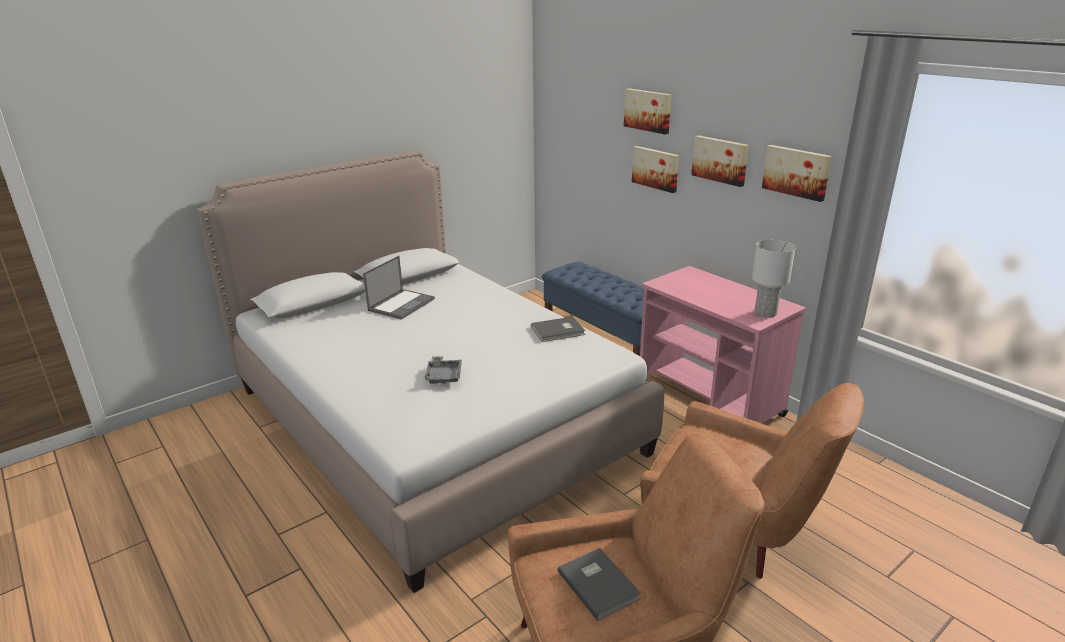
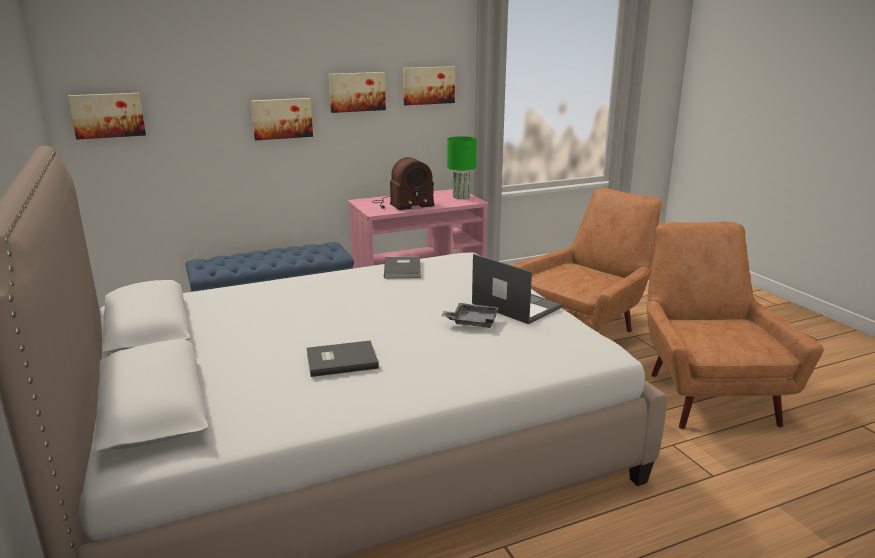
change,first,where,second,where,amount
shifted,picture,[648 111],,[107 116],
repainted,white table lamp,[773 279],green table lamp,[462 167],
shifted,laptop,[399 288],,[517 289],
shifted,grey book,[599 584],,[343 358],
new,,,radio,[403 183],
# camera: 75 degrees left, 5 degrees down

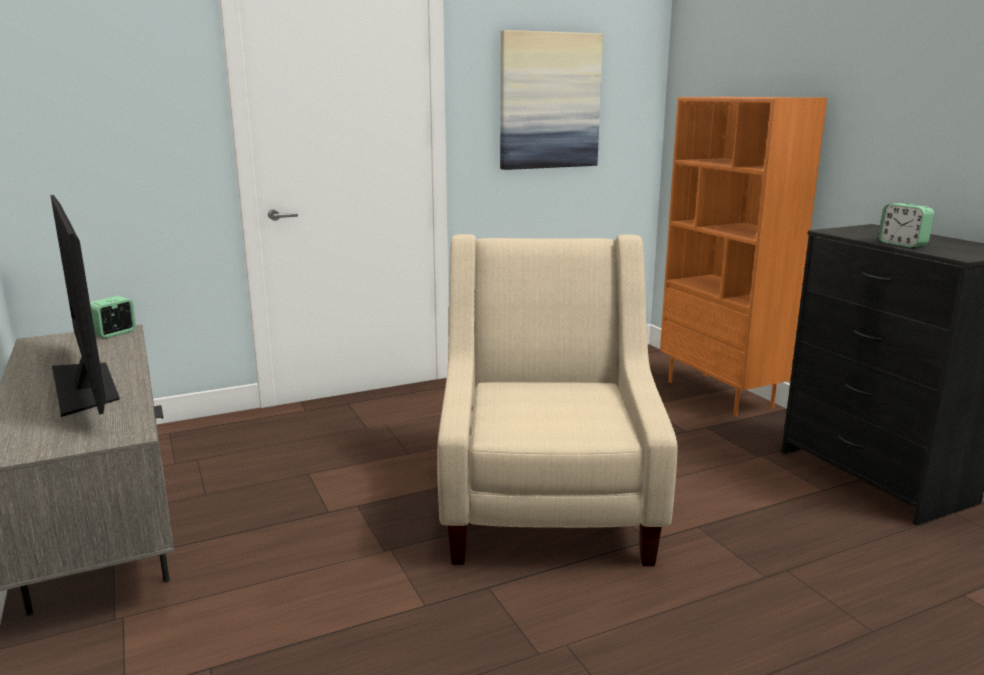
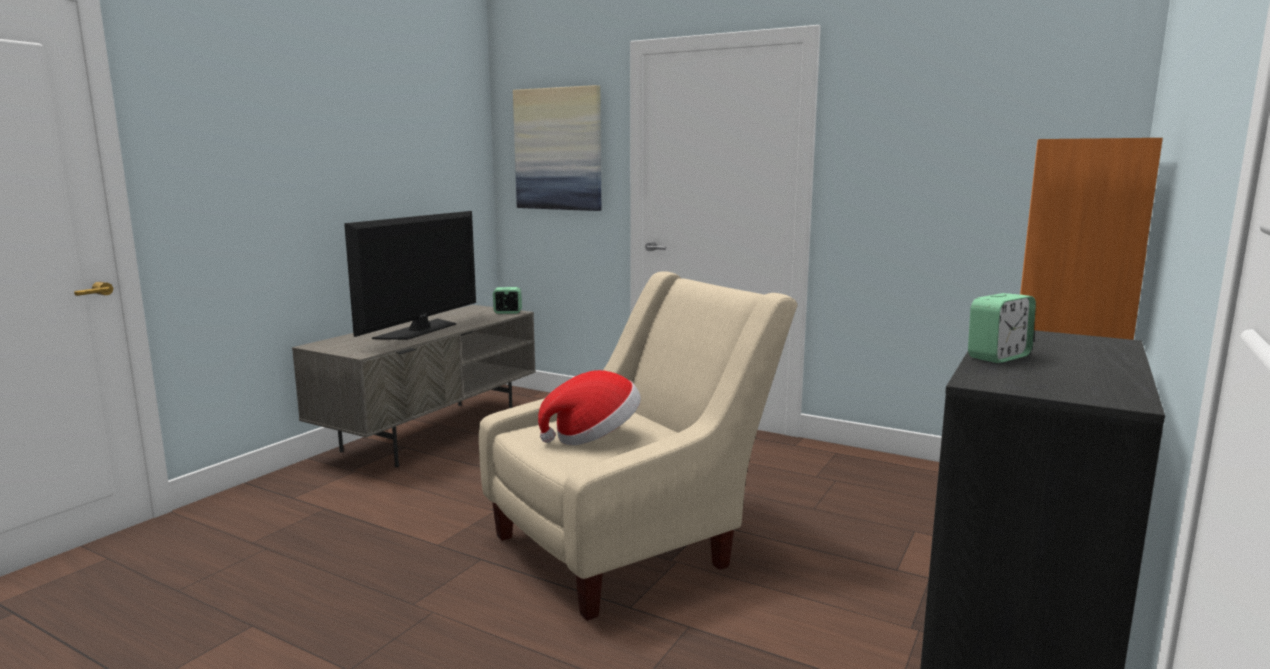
change,first,where,second,where,amount
shifted,picture,[551 100],,[557 148],
rotated,alarm clock,[906 225],,[1002 328],150 degrees counterclockwise
new,,,hat,[589 407],
# camera: 55 degrees right, 5 degrees down

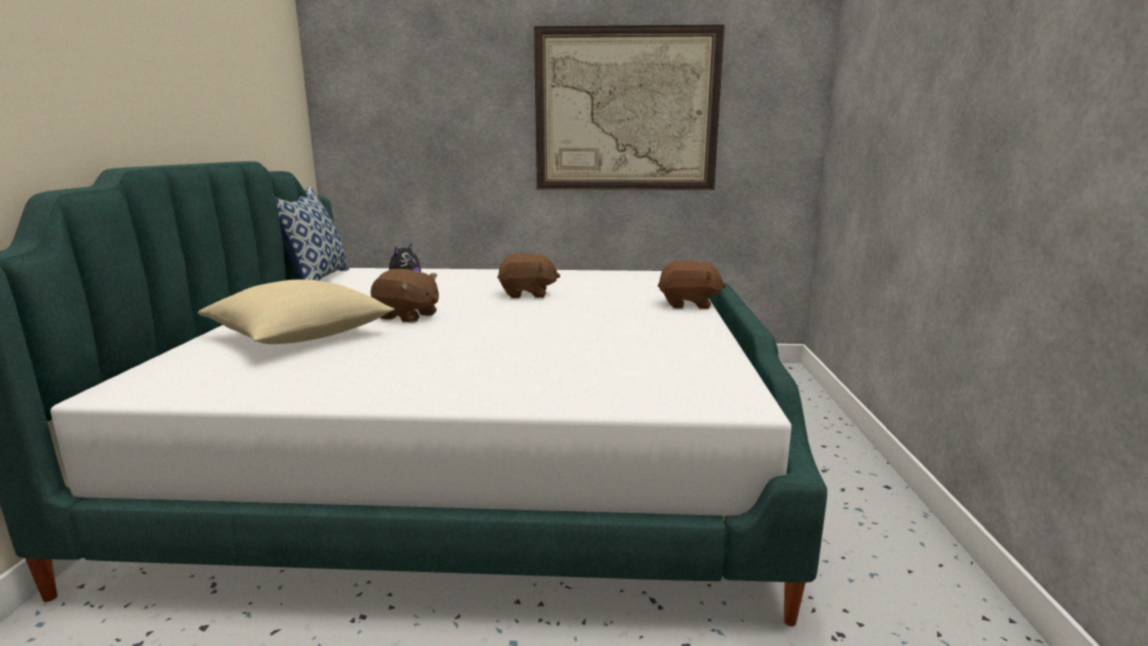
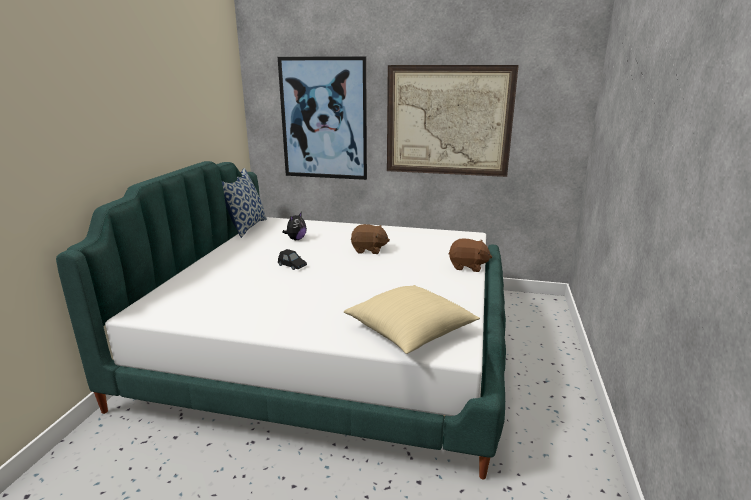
change,first,where,second,where,amount
swapped,brown plush toy,[405 296],black toy car,[292 259],
shifted,beige pillow,[296 311],,[412 319],
new,,,picture,[322 118],
# camera: 10 degrees right, 5 degrees up

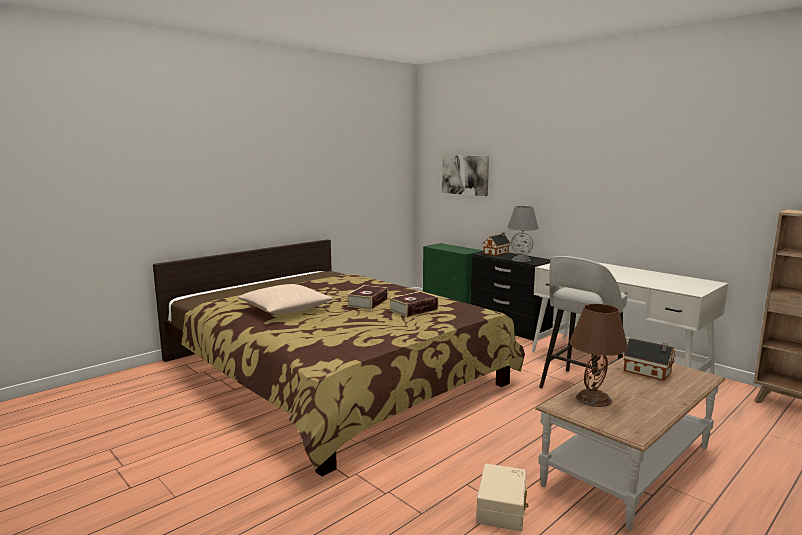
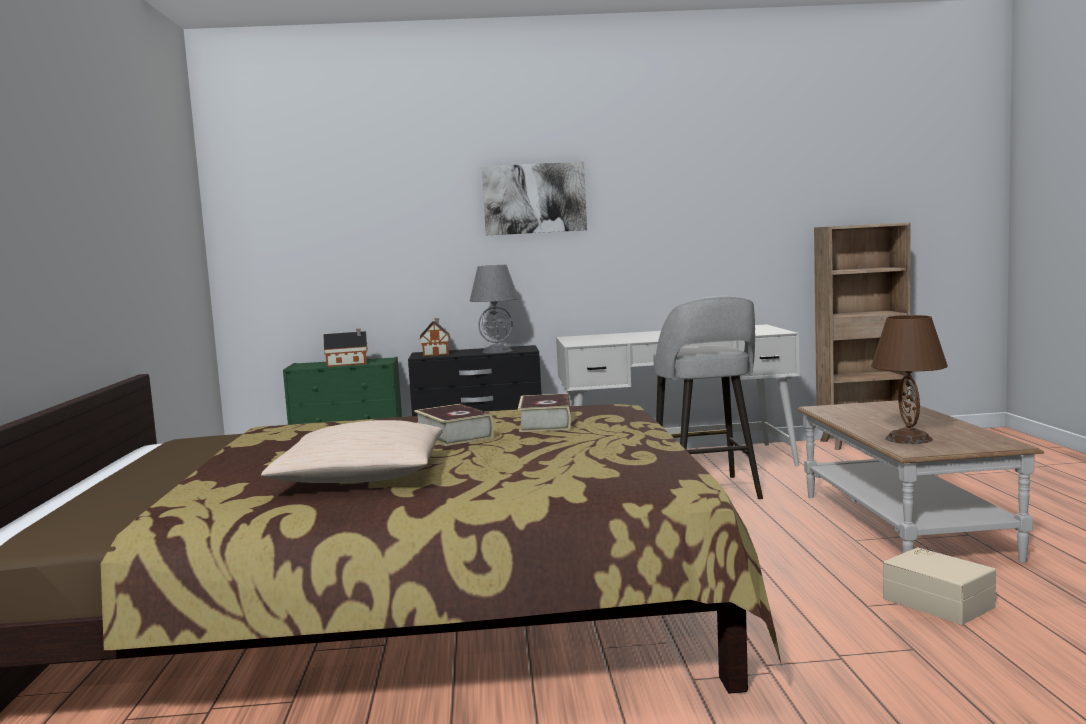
change,first,where,second,where,amount
shifted,picture,[465 175],,[534 198],
shifted,toy house,[650 359],,[345 348],
# camera: 50 degrees left, 5 degrees down

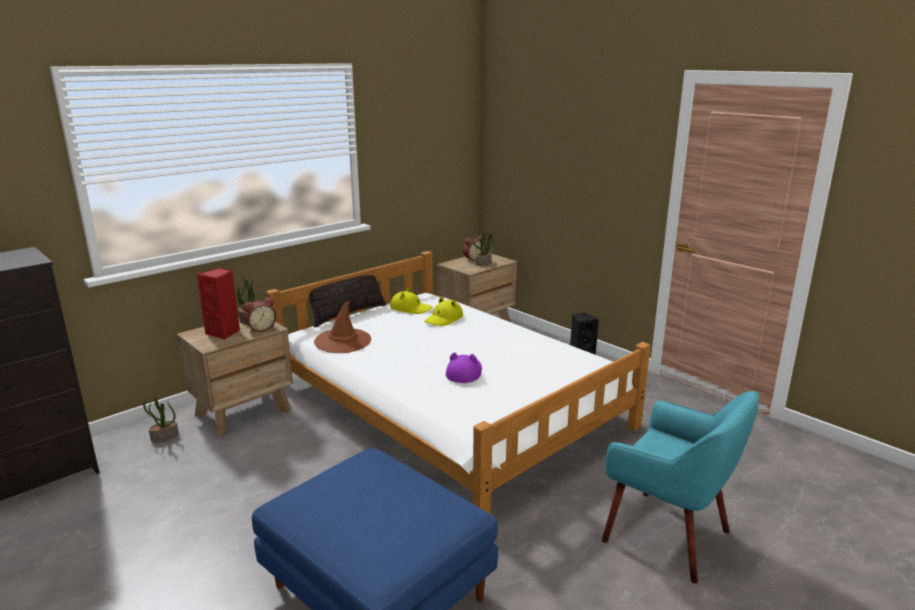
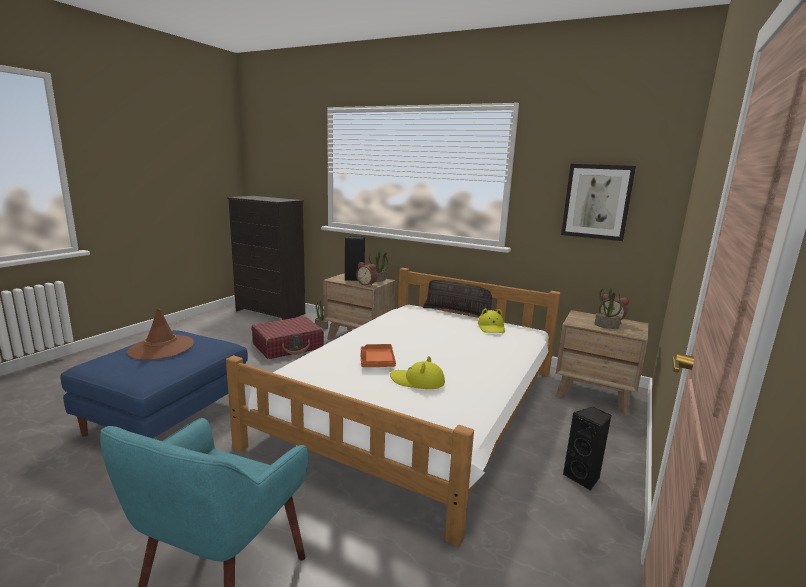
change,first,where,second,where,amount
repainted,red speaker,[218 304],black speaker,[355 258],
shifted,yellow hat,[443 311],,[417 372],
shifted,brown hat,[342 327],,[160 334],
swapped,purple hat,[464 367],orange tray,[378 355],
new,,,picture,[598 202],
new,,,red suitcase,[288 337],
# camera: 70 degrees right, 5 degrees down

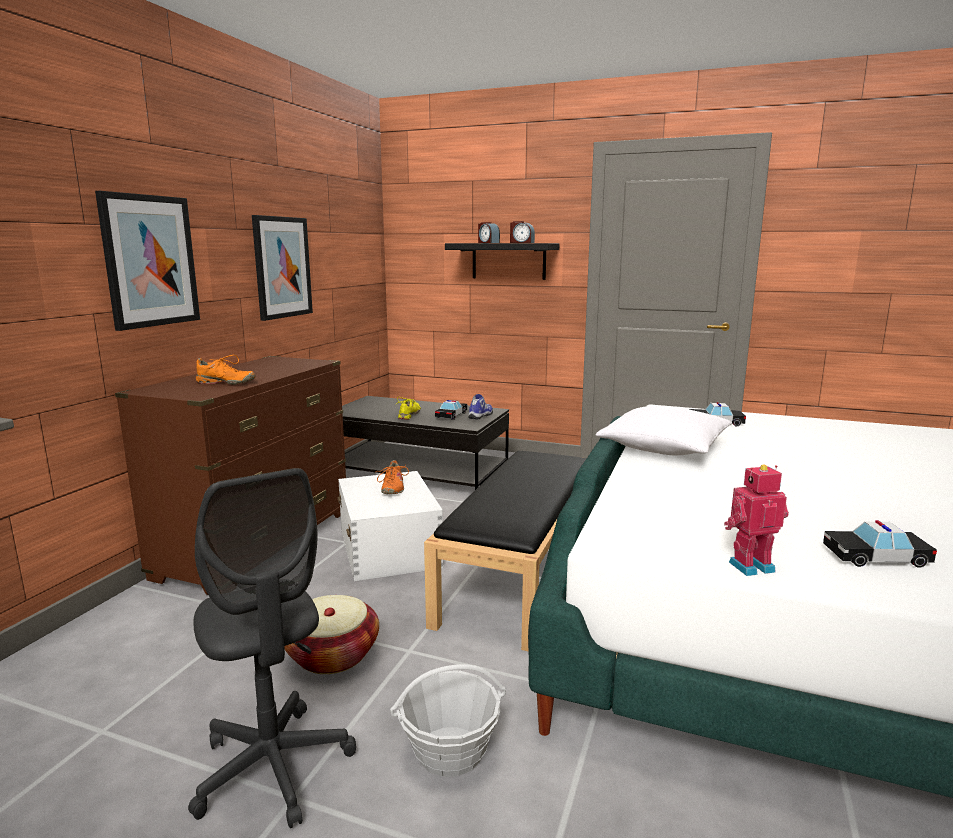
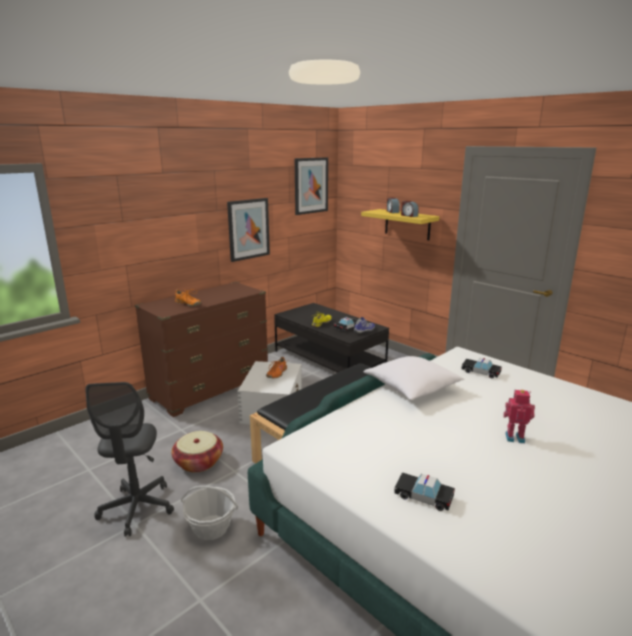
change,first,where,second,where,amount
shifted,picture,[147 261],,[311 186],
repainted,black shelf,[502 261],yellow shelf,[400 224],
shifted,toy robot,[756 520],,[519 416],
# camera: 25 degrees right, 5 degrees up

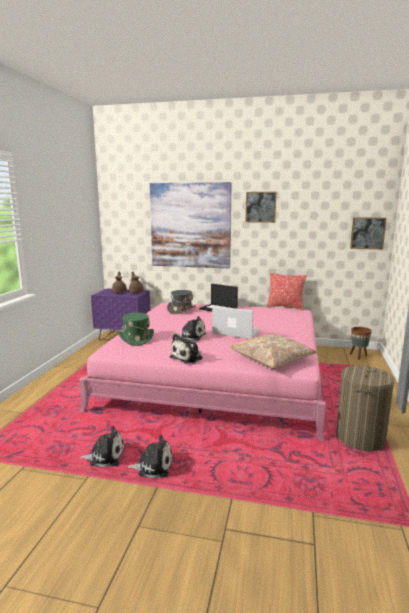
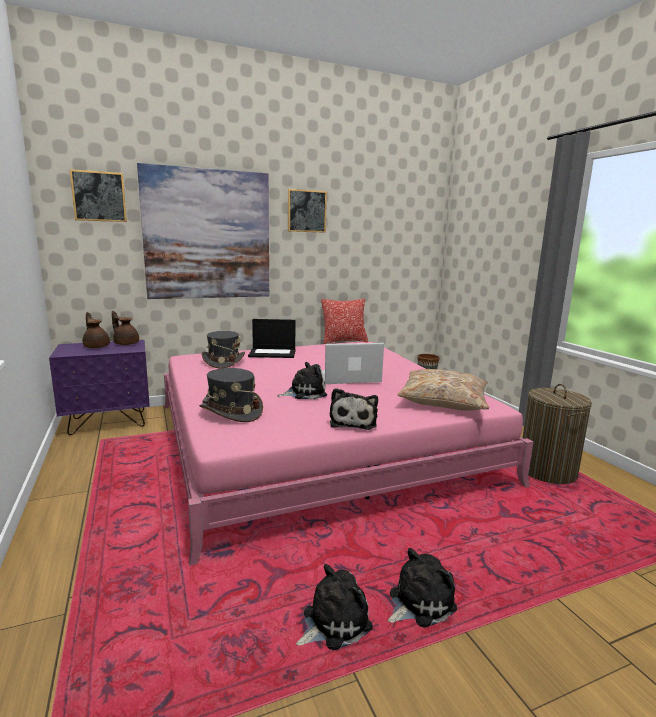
change,first,where,second,where,amount
shifted,picture,[368 233],,[98 195],
repainted,green hat,[136 329],grey hat,[231 395],
# camera: 35 degrees left, 0 degrees up

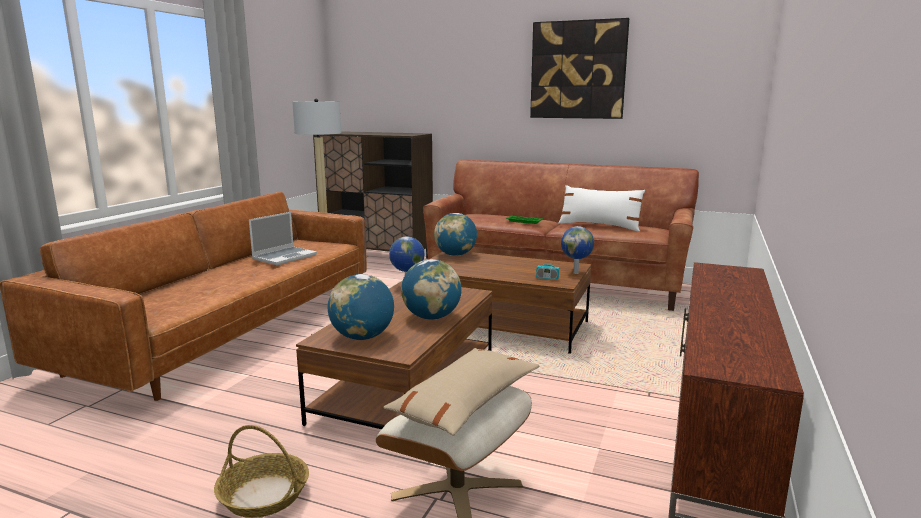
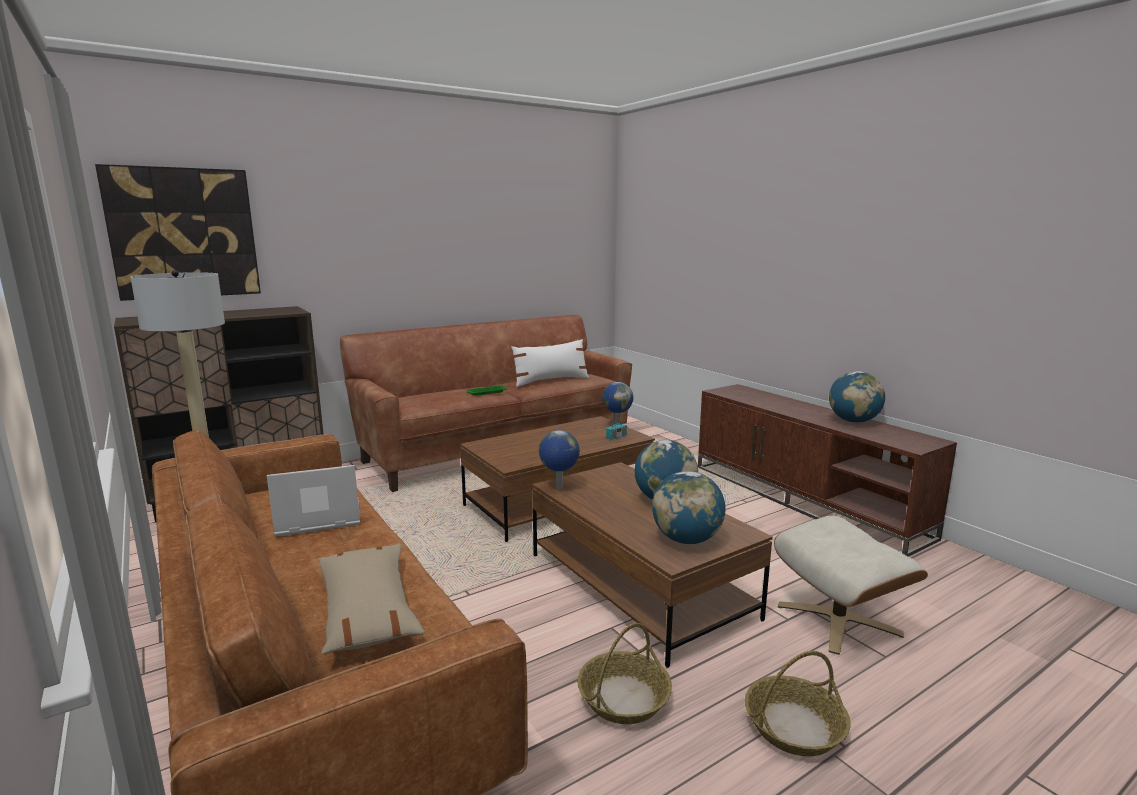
change,first,where,second,where,amount
shifted,picture,[579 68],,[178 232],
rotated,laptop,[283 238],,[313 500],90 degrees counterclockwise
shifted,globe,[455 234],,[857 397],
shifted,beige pillow,[461 392],,[371 599],
new,,,basket,[624 673],
# camera: 55 degrees left, 0 degrees up

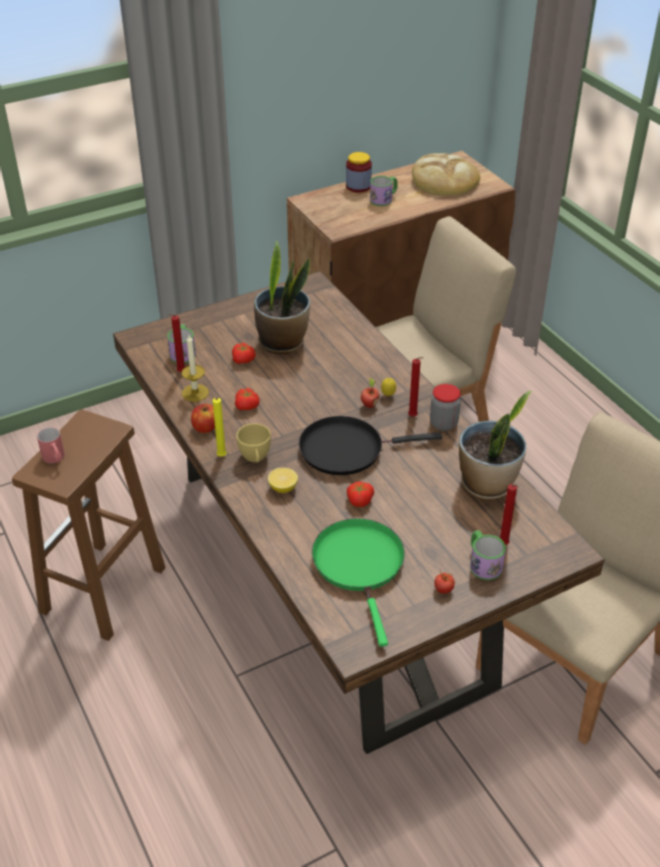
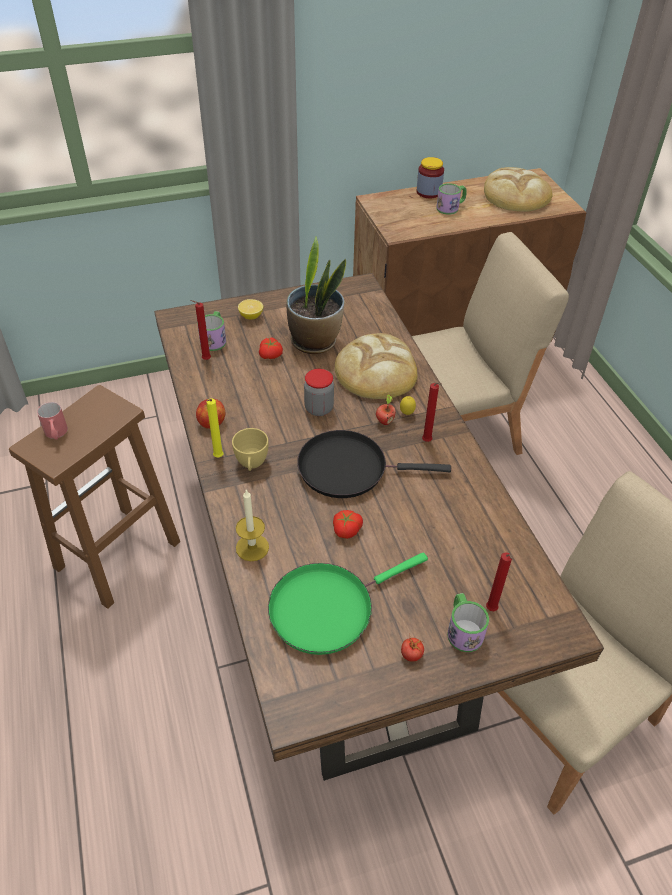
change,first,where,second,where,amount
shifted,candle,[195 368],,[252 525],
shifted,jar,[445 407],,[319 392],
gone,tomato,[247 399],,,
gone,potted plant,[495 445],,,
shifted,lemon,[283 480],,[250 309],
rotated,green frying pan,[358 582],,[348 604],120 degrees counterclockwise
new,,,bread,[376 366],
# camera: 10 degrees right, 5 degrees up

